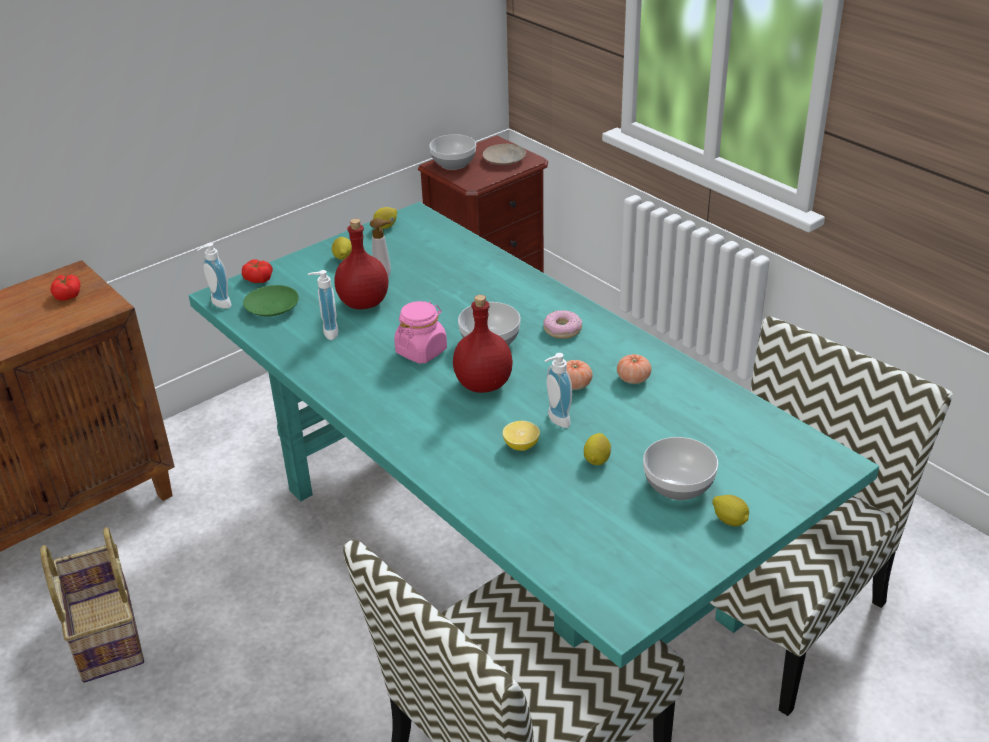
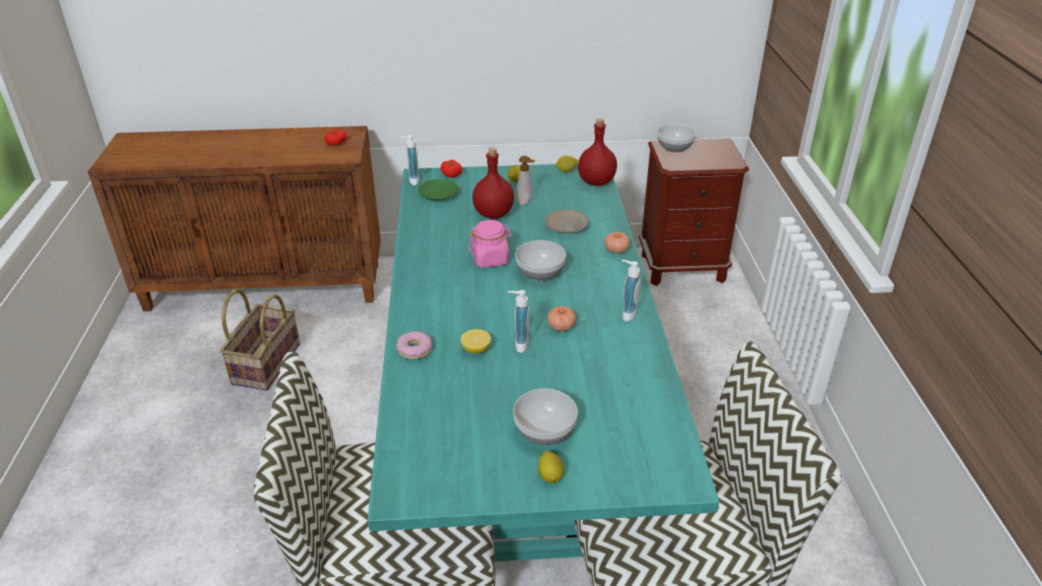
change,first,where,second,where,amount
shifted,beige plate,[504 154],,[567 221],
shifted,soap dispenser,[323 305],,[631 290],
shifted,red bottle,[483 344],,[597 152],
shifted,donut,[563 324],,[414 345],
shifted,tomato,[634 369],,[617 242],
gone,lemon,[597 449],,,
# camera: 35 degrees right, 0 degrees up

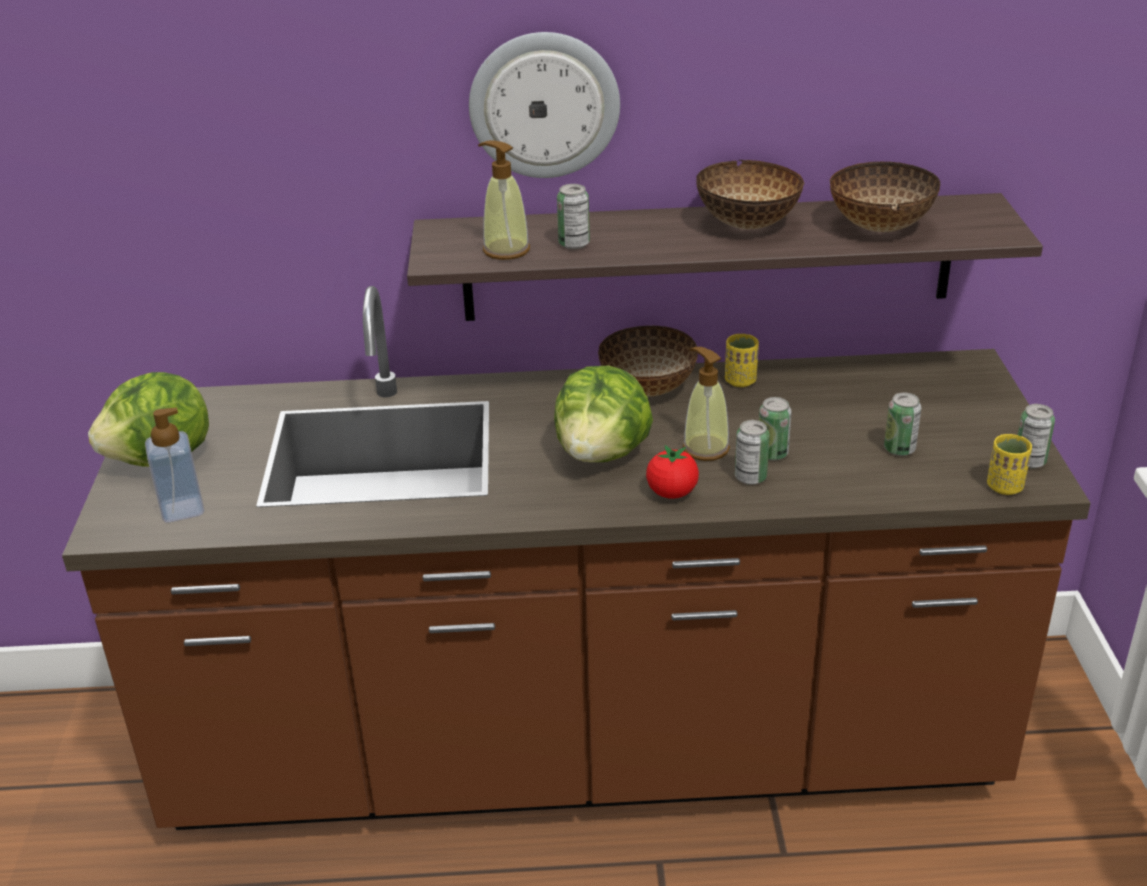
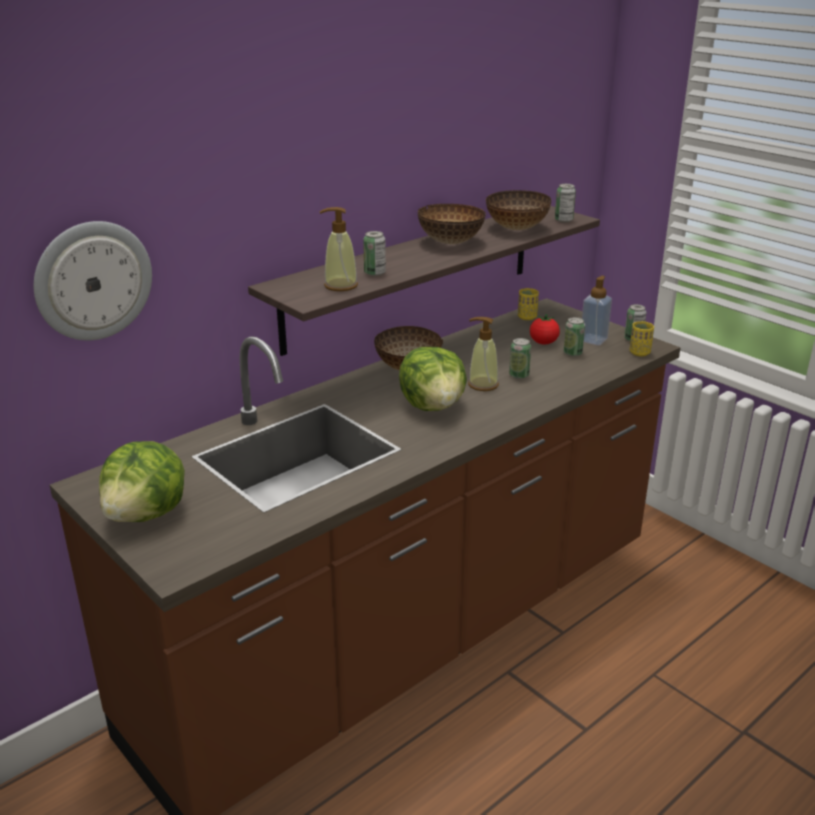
change,first,where,second,where,amount
shifted,wall clock,[544 105],,[93 280],
shifted,yellow cup,[742 360],,[528 304],
shifted,soap dispenser,[174 465],,[597 310],
shifted,can,[752 452],,[565 203],
shifted,tomato,[672 472],,[545 329],
# camera: 40 degrees left, 5 degrees down

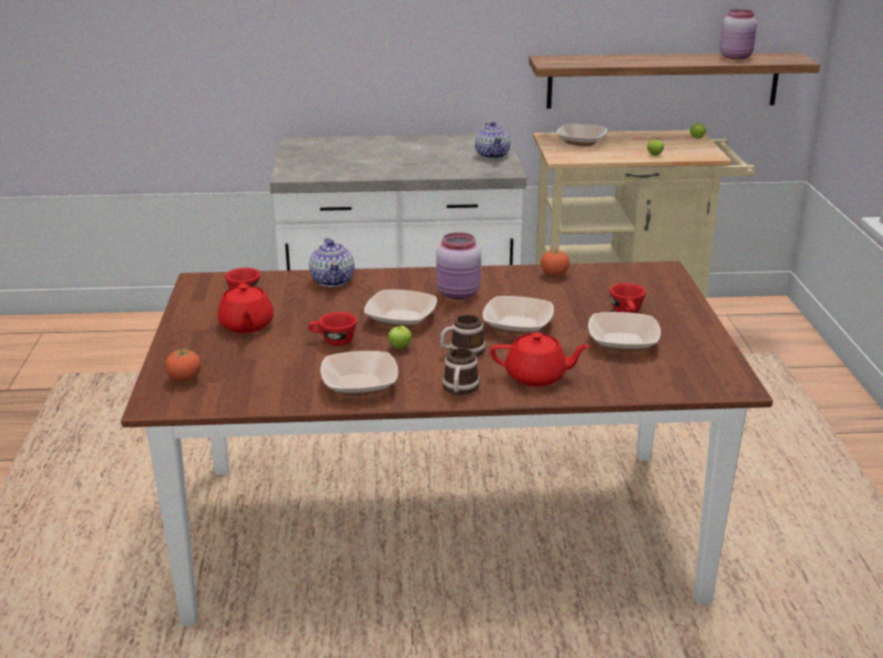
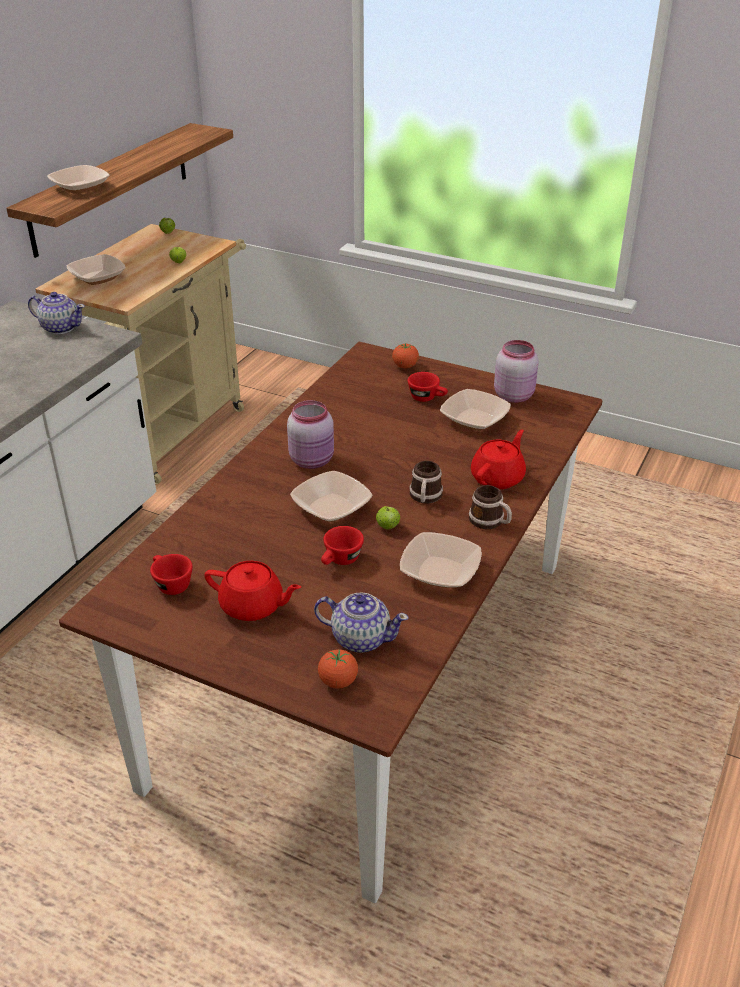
change,first,where,second,where,amount
shifted,pink jar,[738 34],,[516 371],
shifted,teapot,[331 262],,[361 622],
shifted,tomato,[555 262],,[405 355],
shifted,bowl,[518 315],,[78 179],
# camera: 60 degrees left, 10 degrees up

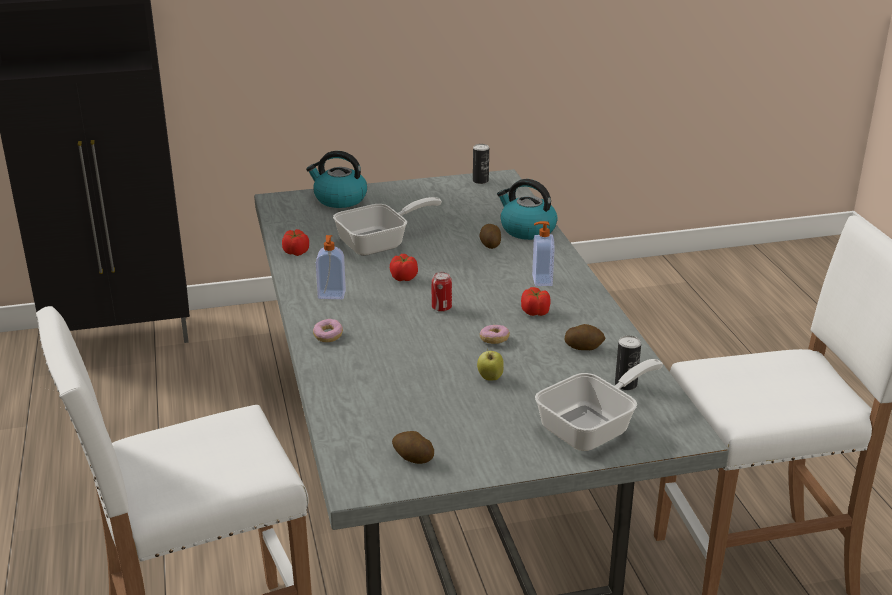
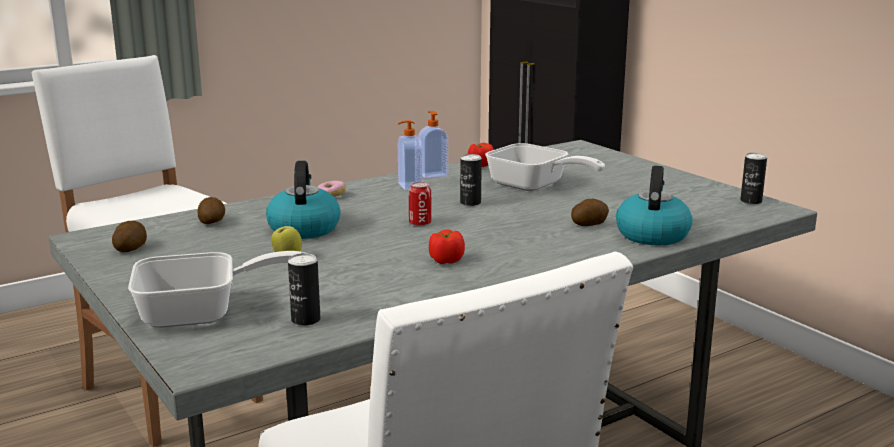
change,first,where,second,where,amount
shifted,kettle,[336 179],,[303 200],
shifted,soap dispenser,[543 253],,[433 145],
swapped,tomato,[404 267],can,[471 180],
shifted,potato,[584 337],,[211 210],
gone,donut,[495 334],,,
rotated,frying pan,[599 405],,[216 289],45 degrees counterclockwise
# camera: 70 degrees right, 10 degrees down

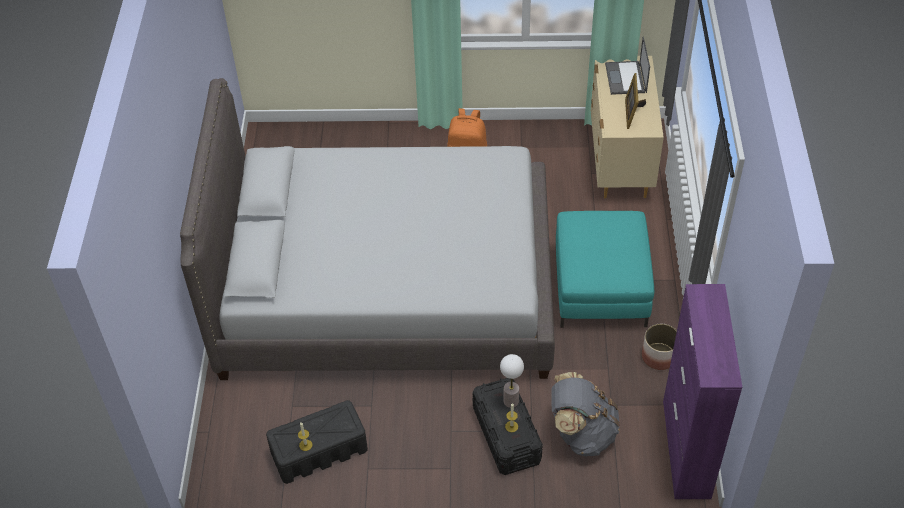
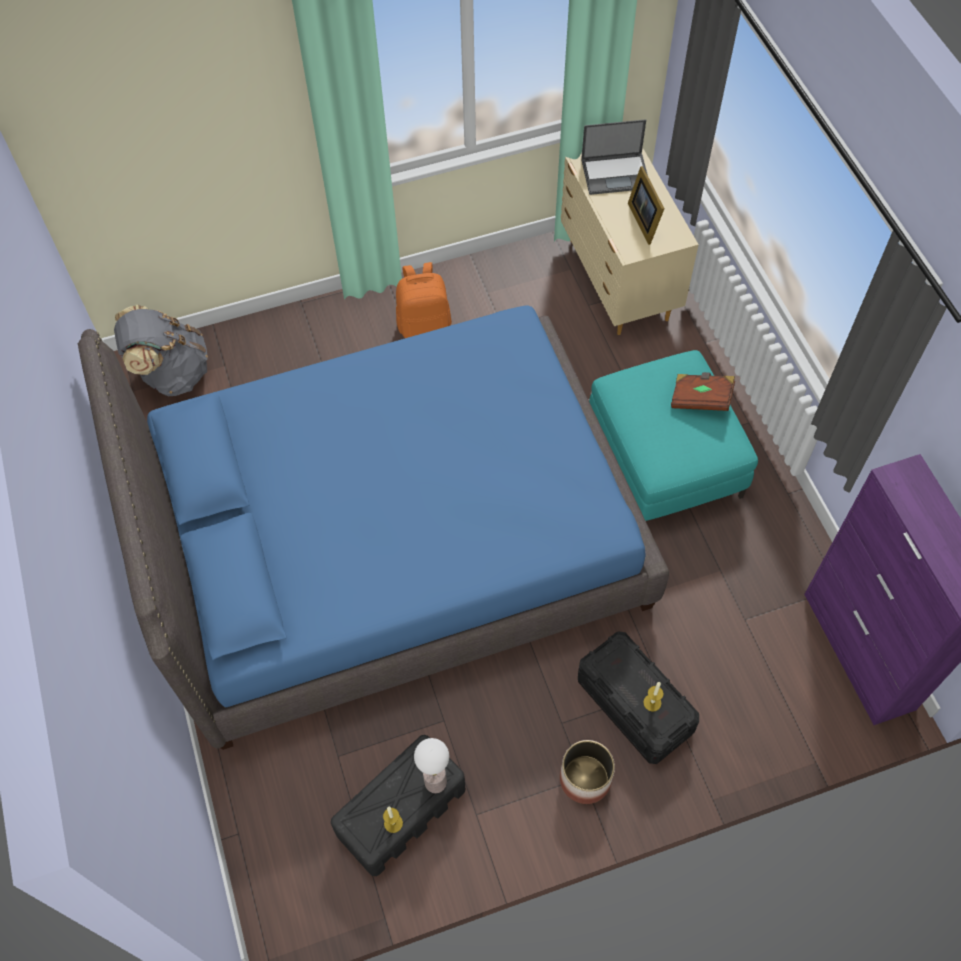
change,first,where,second,where,amount
rotated,laptop,[627 66],,[614 157],75 degrees counterclockwise
repainted,grey bed,[367 229],blue bed,[373 527],
shifted,planter,[659 347],,[587 772],
shifted,table lamp,[512 381],,[431 765],
shifted,grey backpack,[585 414],,[161 350],
new,,,brown book,[703 391],
# camera: 20 degrees left, 10 degrees up

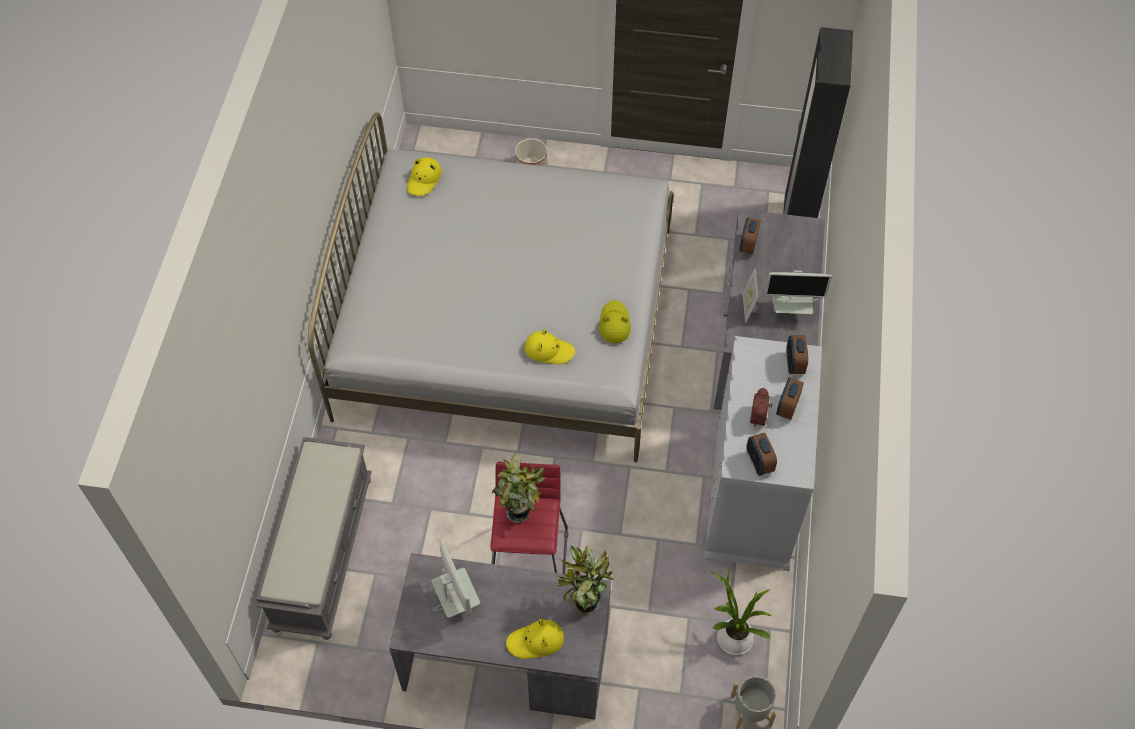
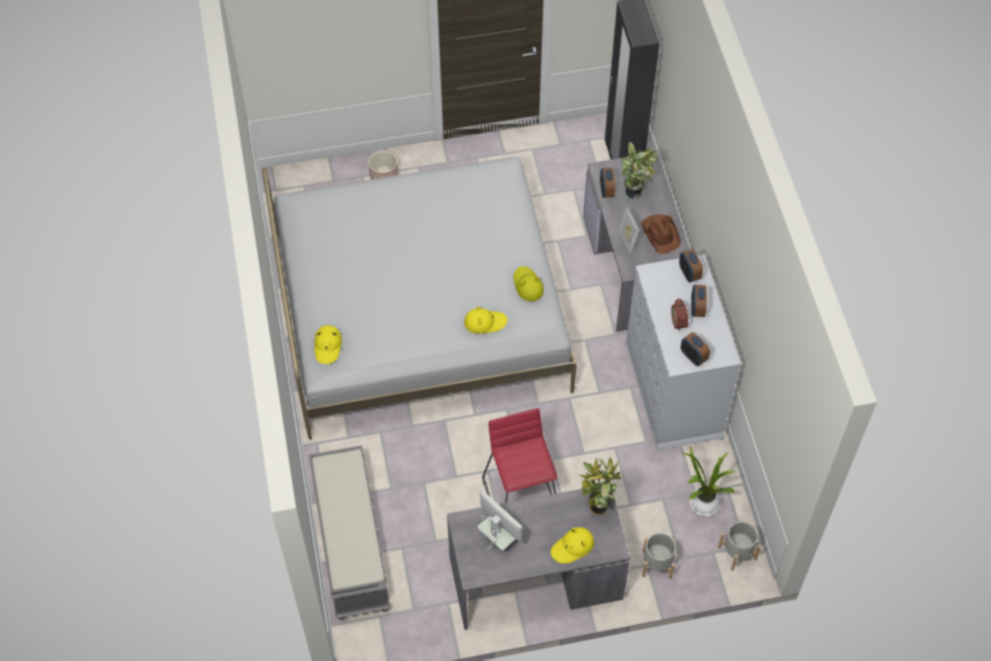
change,first,where,second,where,amount
shifted,yellow hat,[424 176],,[328 344],
swapped,monitor,[798 292],brown hat,[661 234],
shifted,potted plant,[518 488],,[639 171],
new,,,grey planter,[659 556],
# camera: 20 degrees left, 0 degrees up

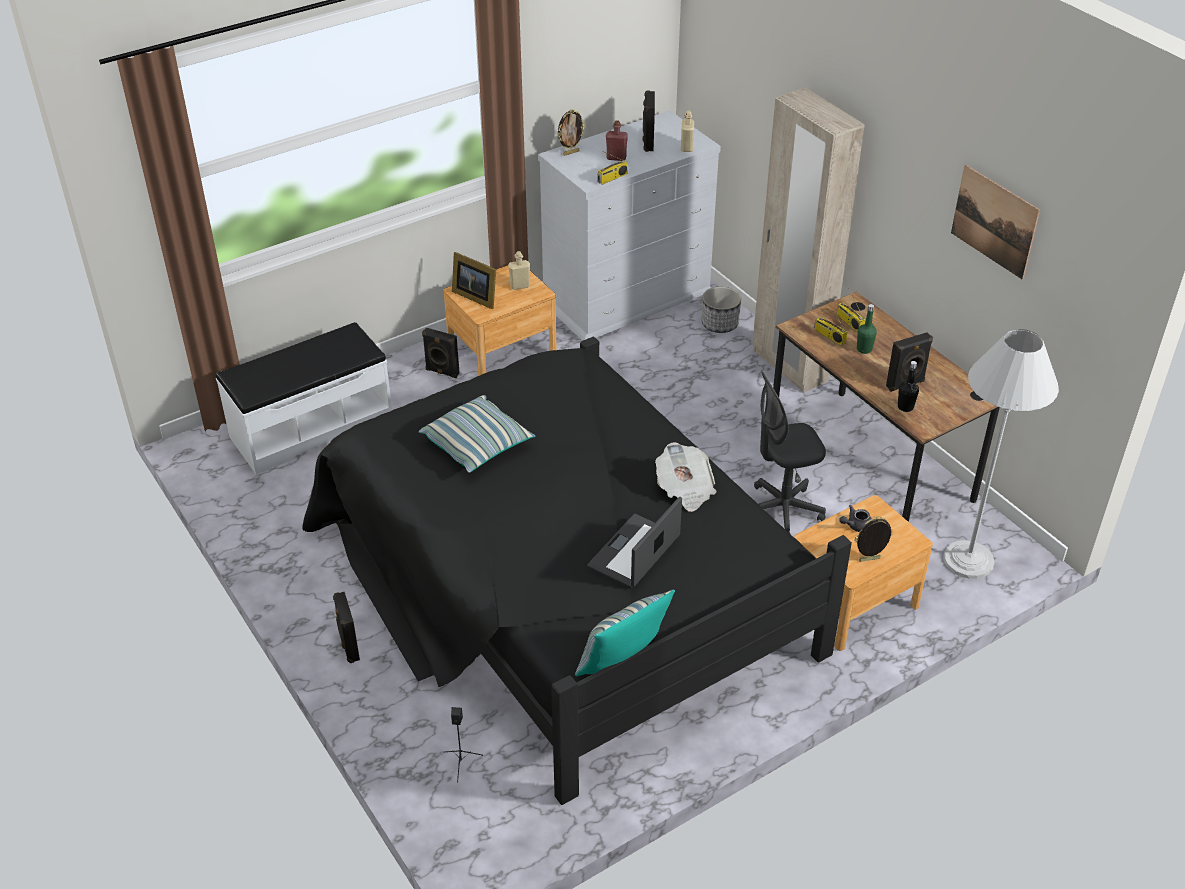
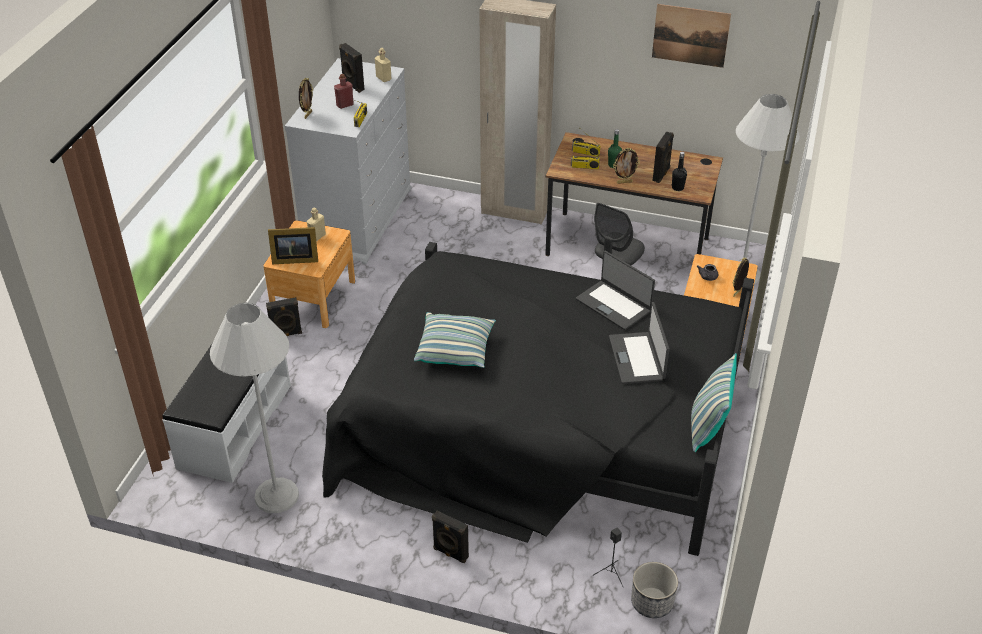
change,first,where,second,where,amount
shifted,planter,[721 310],,[654 590],
swapped,newspaper,[685 477],laptop,[615 290],
new,,,picture frame,[626 166],
new,,,white floor lamp,[254 408],
# camera: 40 degrees left, 0 degrees up

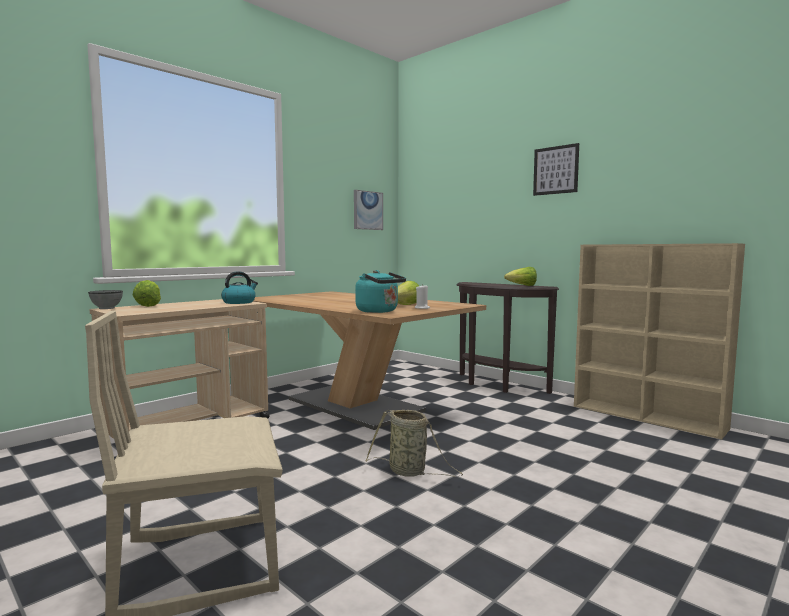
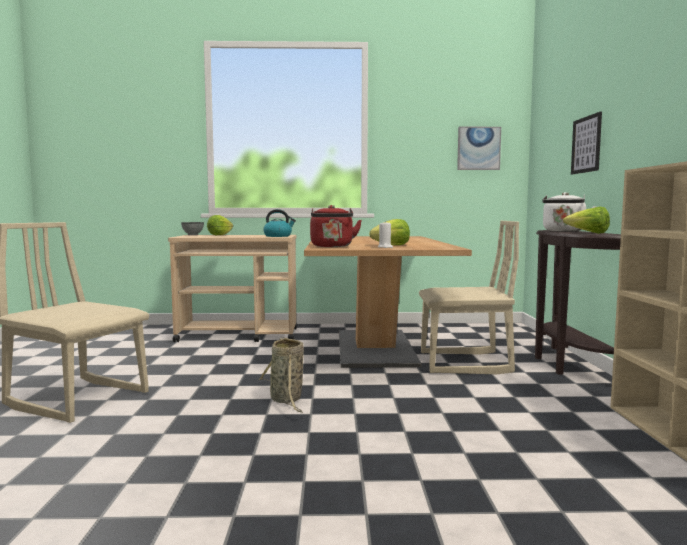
change,first,where,second,where,amount
shifted,picture,[556 169],,[586 143],
repainted,turquoise kettle,[380 291],red kettle,[336 226],
new,,,white kettle,[569 212],
new,,,beige chair,[469 297],
# camera: 45 degrees right, 0 degrees up

